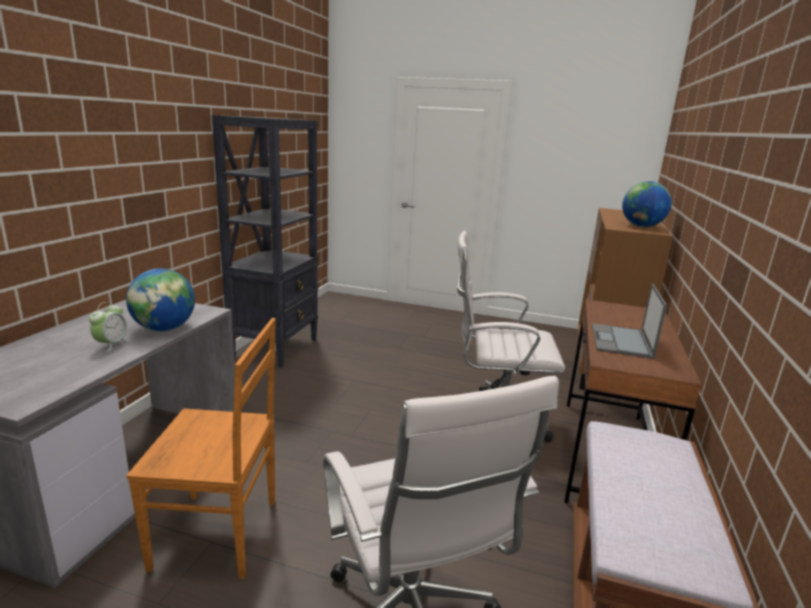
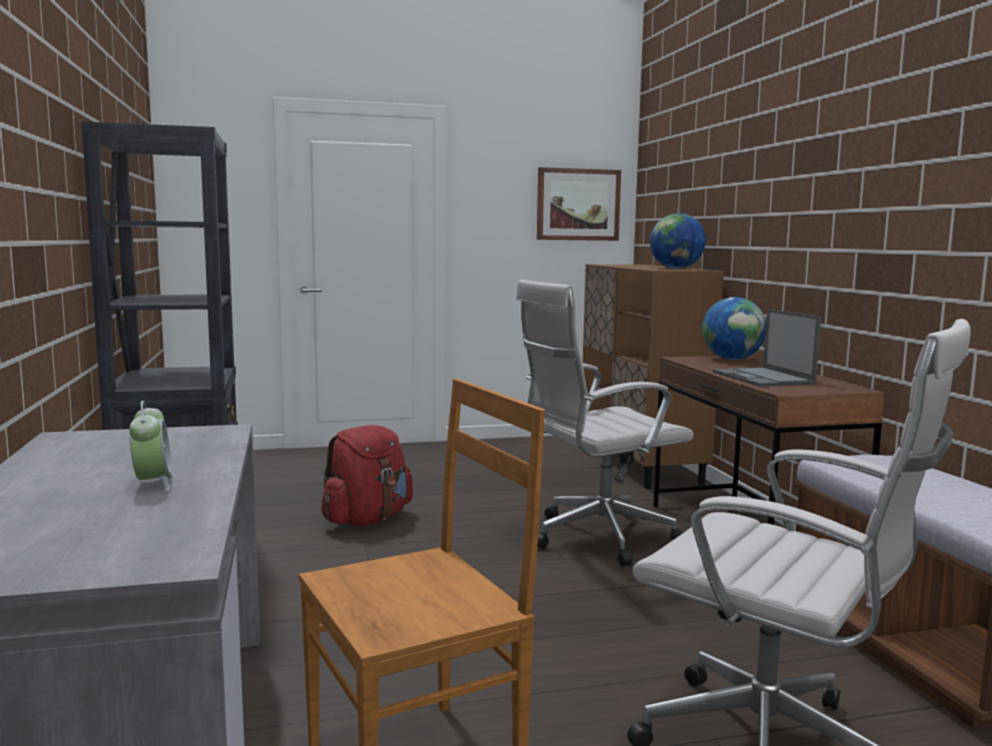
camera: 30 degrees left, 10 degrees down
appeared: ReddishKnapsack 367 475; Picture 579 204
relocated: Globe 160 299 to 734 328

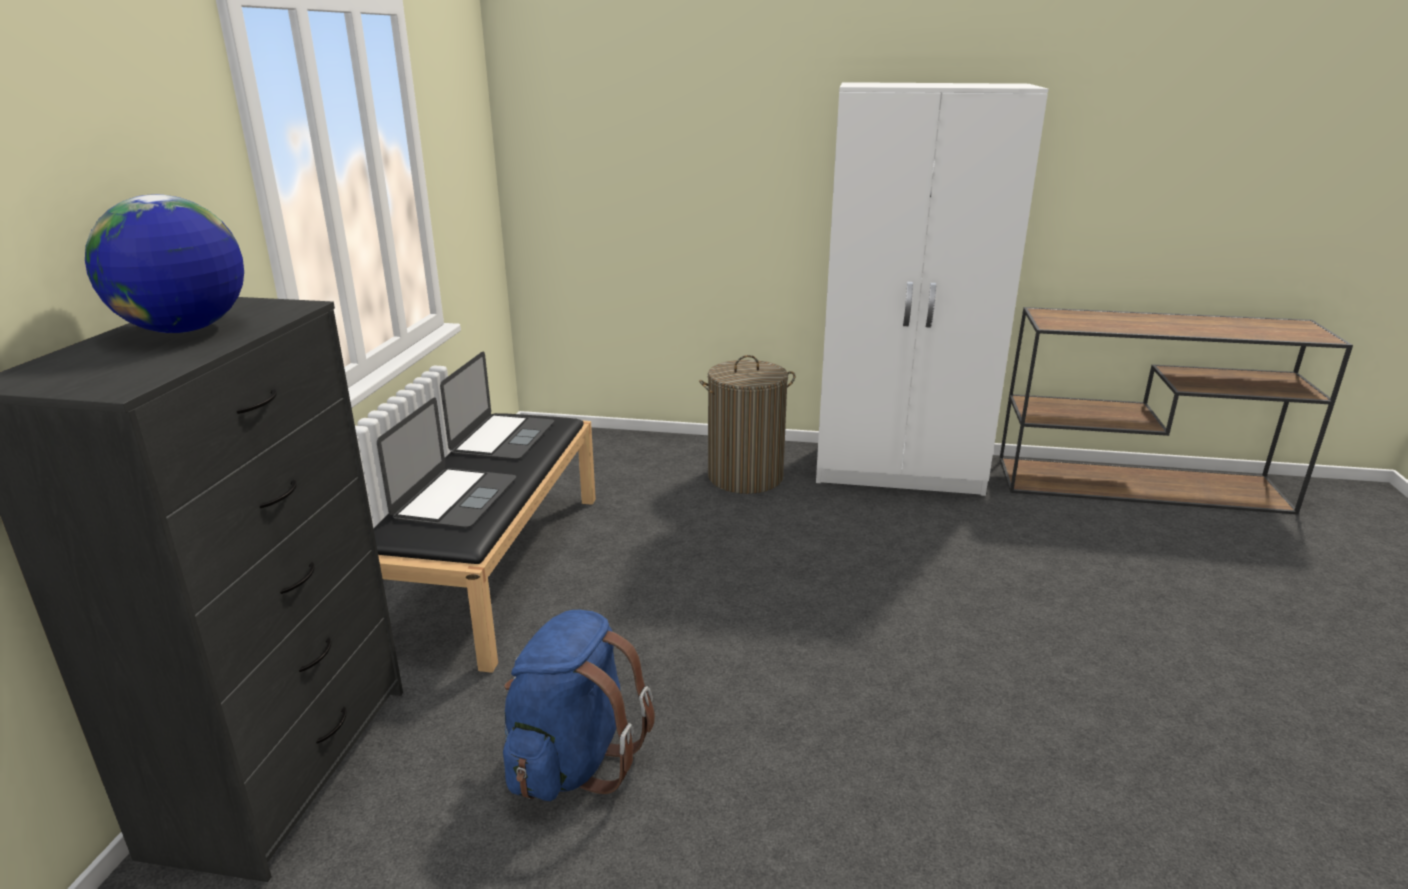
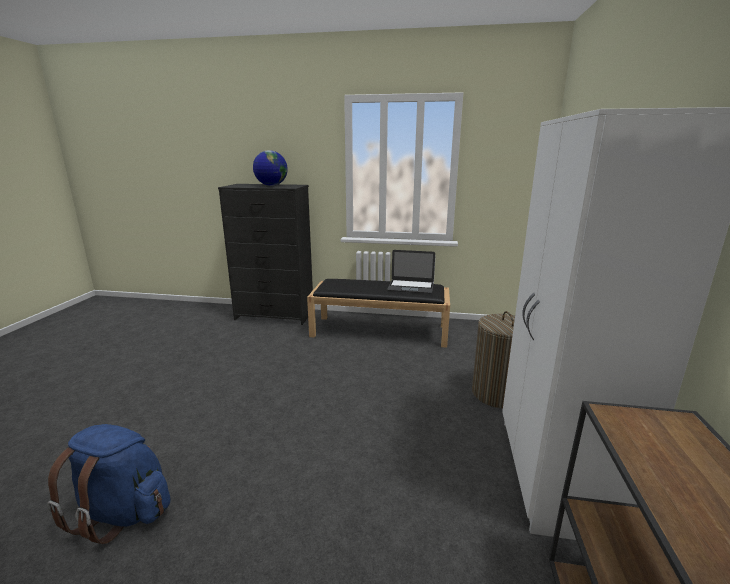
camera: 90 degrees right, 5 degrees down
missing: Laptop 446 463
relocated: BluishKnapsack 579 705 to 108 484

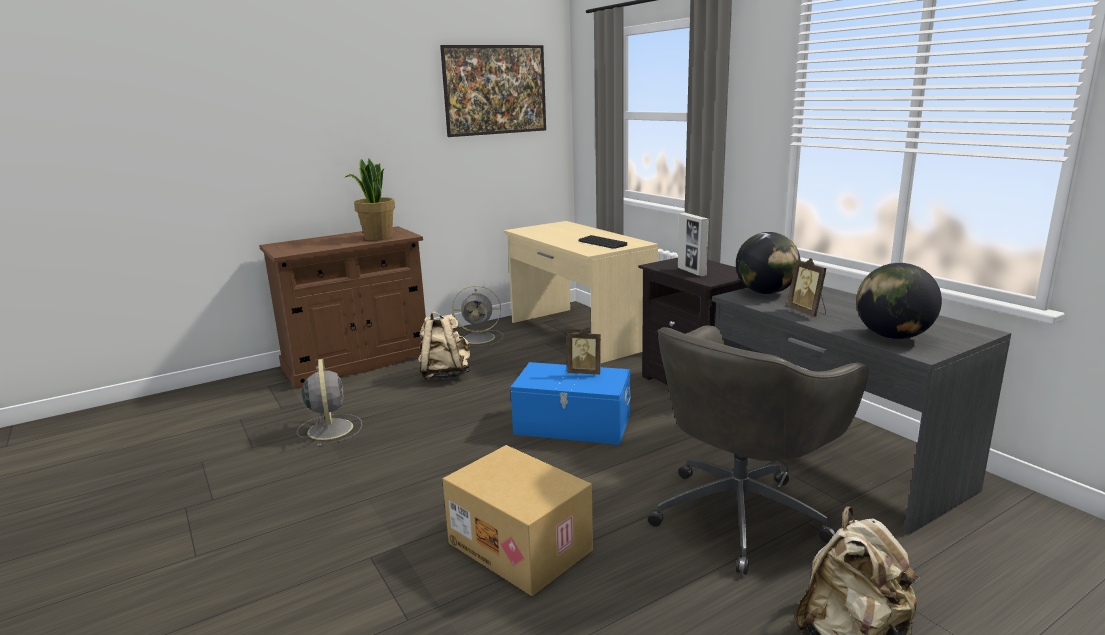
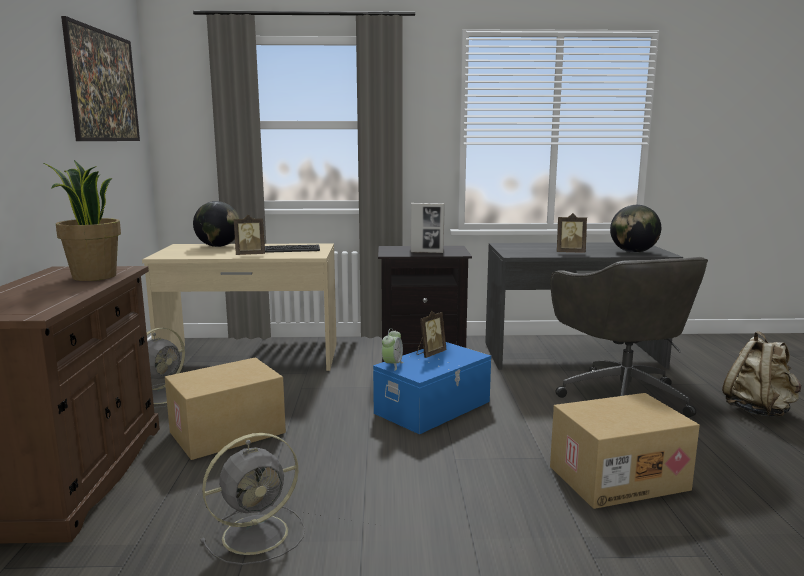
camera: 60 degrees left, 5 degrees down
appeared: StandingFrame 249 235; AlarmClock 392 349
relocated: Globe 768 263 to 216 224
exchanged: SandColouredKnapsack 444 345 to CardboardBox 225 408
spun: GrayCoolingFan 329 403 = 252 499 135 degrees clockwise

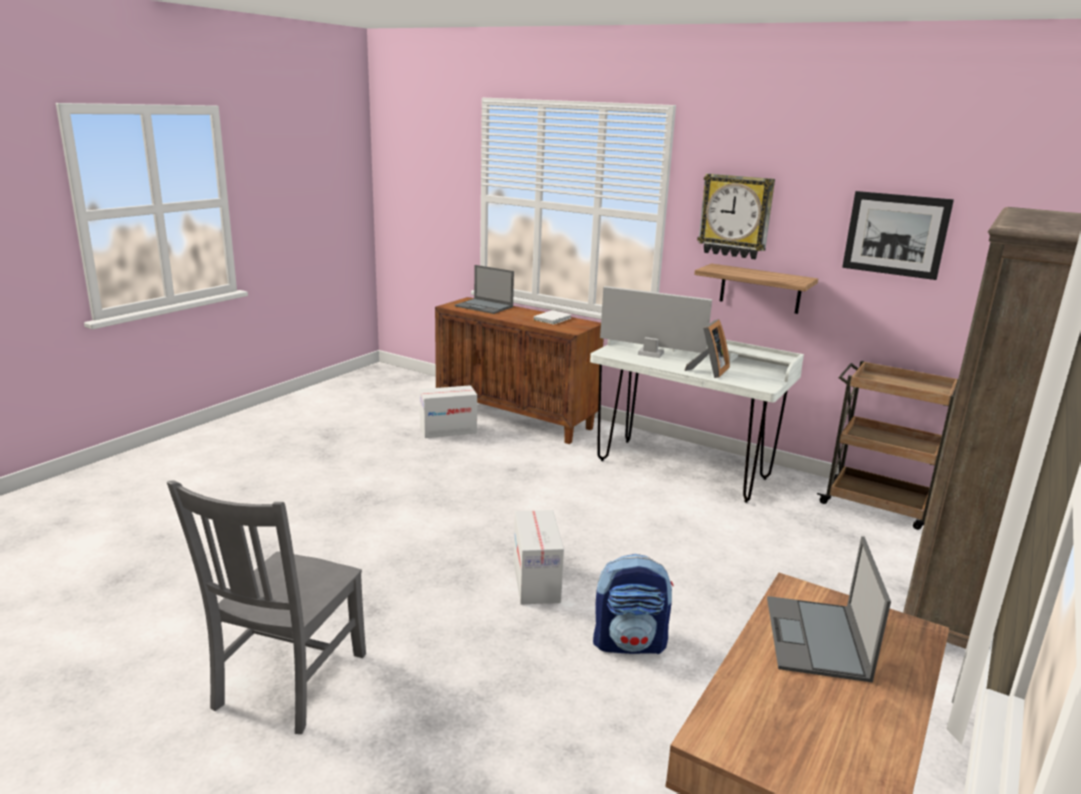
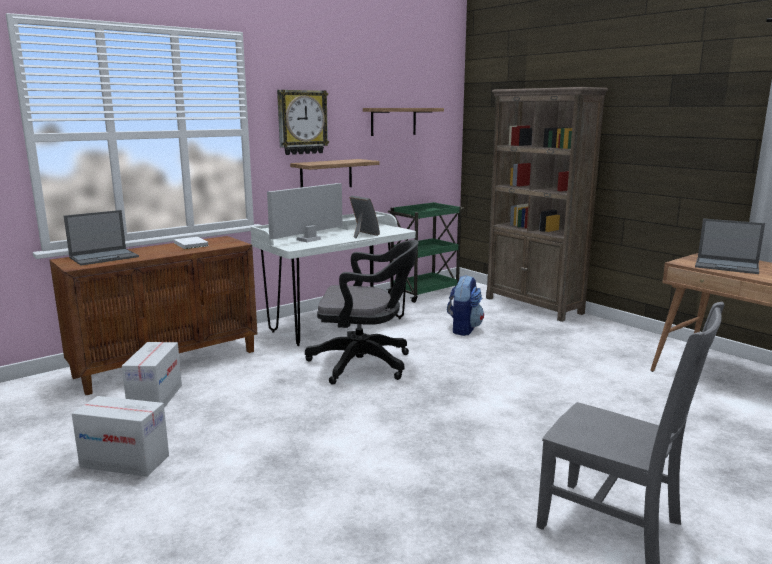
camera: 70 degrees left, 5 degrees down
appeared: BlackOfficeChair 362 312
relocated: CardboardBox 538 557 to 120 436; Knapsack 633 604 to 465 305
exchanged: Picture 898 235 to BracketShelf 403 122
colour: BrownishTrolley 887 445 to GreenishTrolley 425 252

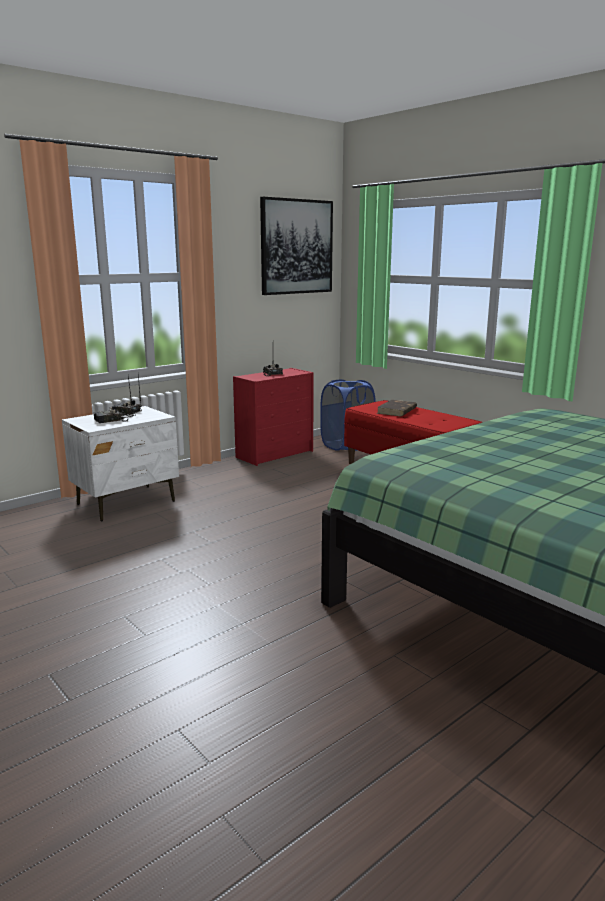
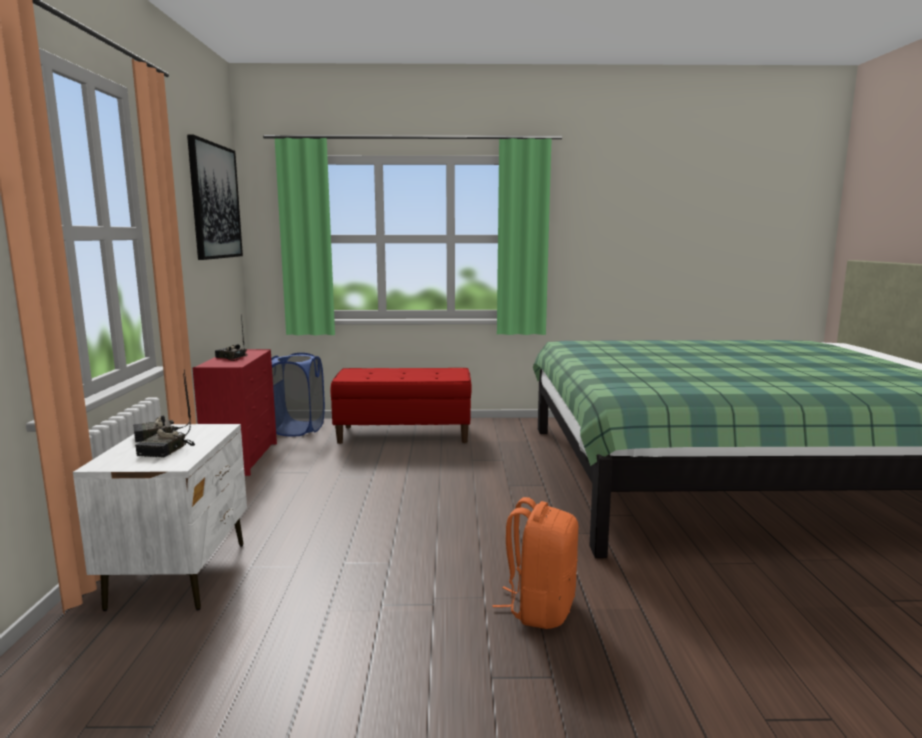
camera: 50 degrees left, 5 degrees down
missing: BrownishBoundBook 397 408
appeared: OrangeKnapsack 535 563

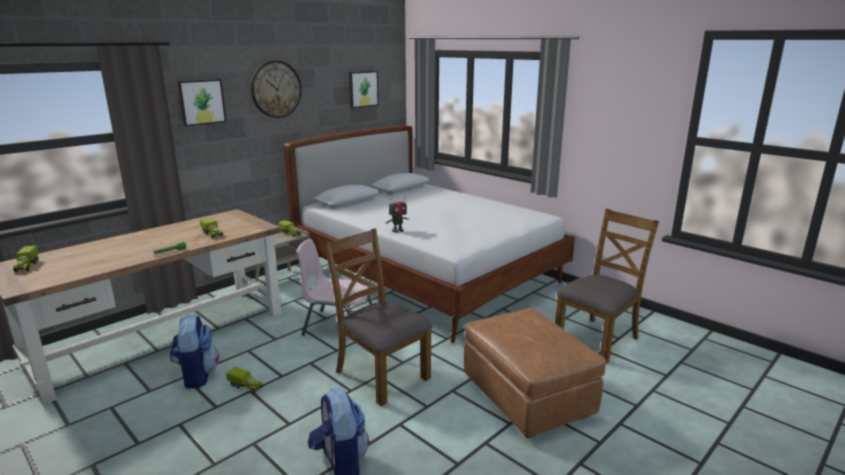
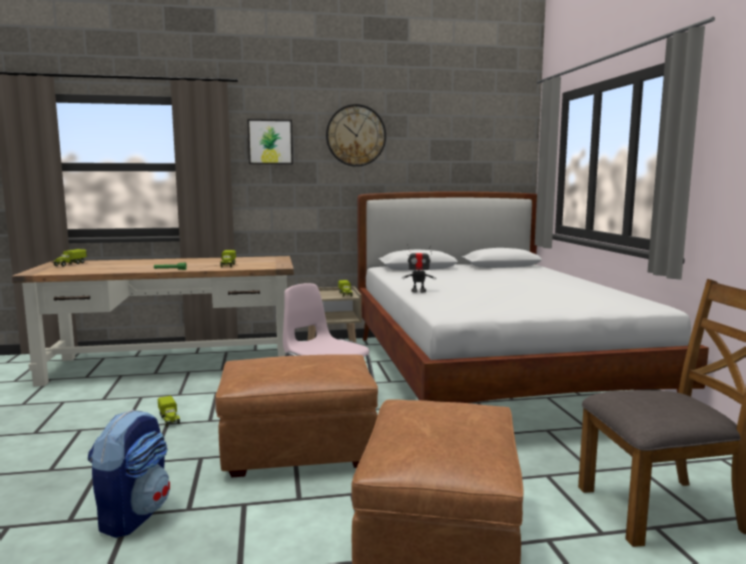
camera: 35 degrees right, 10 degrees down
missing: Knapsack 194 351; Picture 364 89
exchanged: BrownishChair 378 317 to BrownishPouffe 296 415

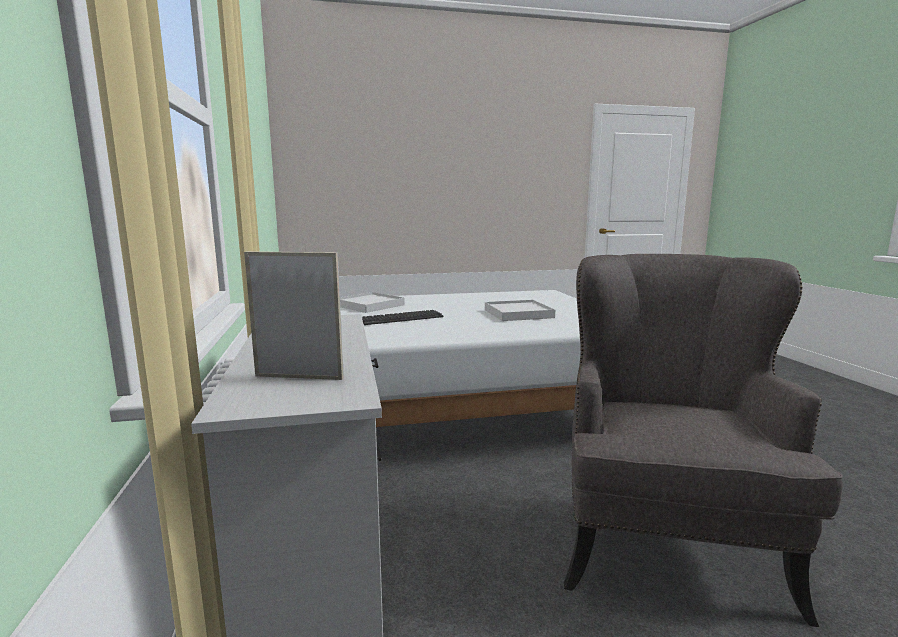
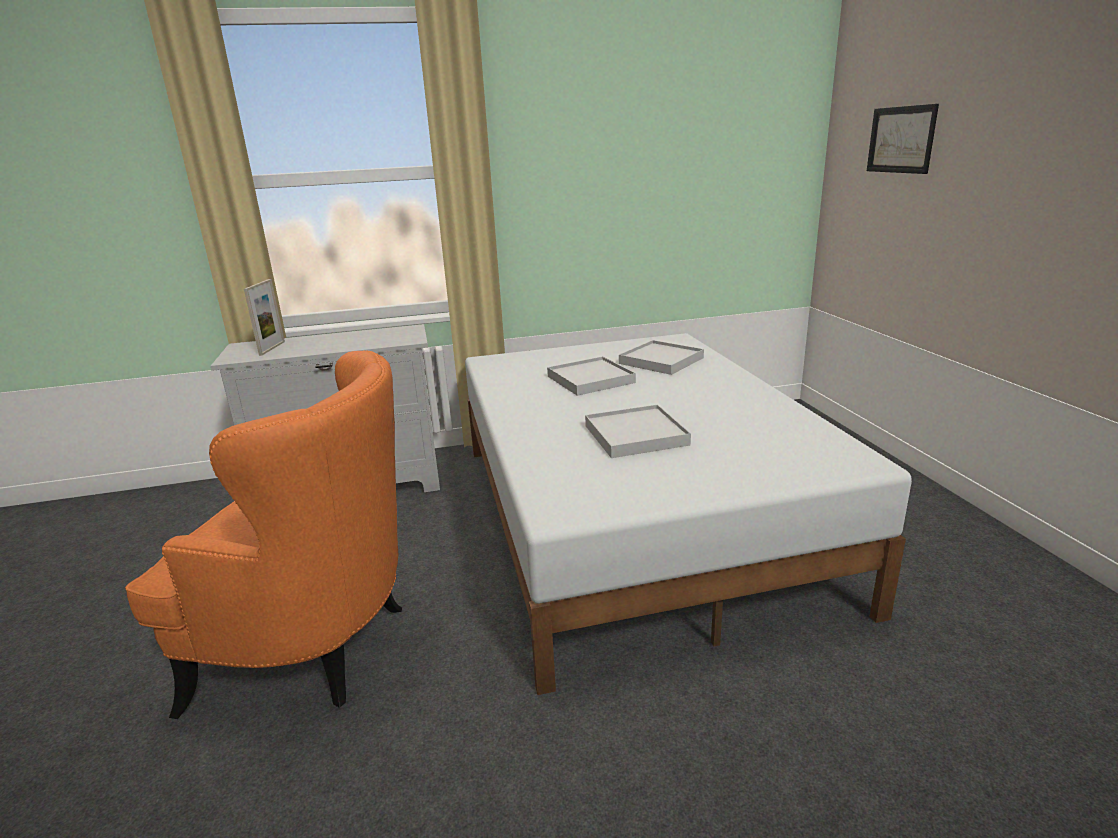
camera: 90 degrees right, 10 degrees up
appeared: Picture 903 139
exchanged: Keyboard 403 317 to WhiteColouredServingTray 591 376
colour: GrayEasyChair 703 440 to OrangeEasyChair 263 535

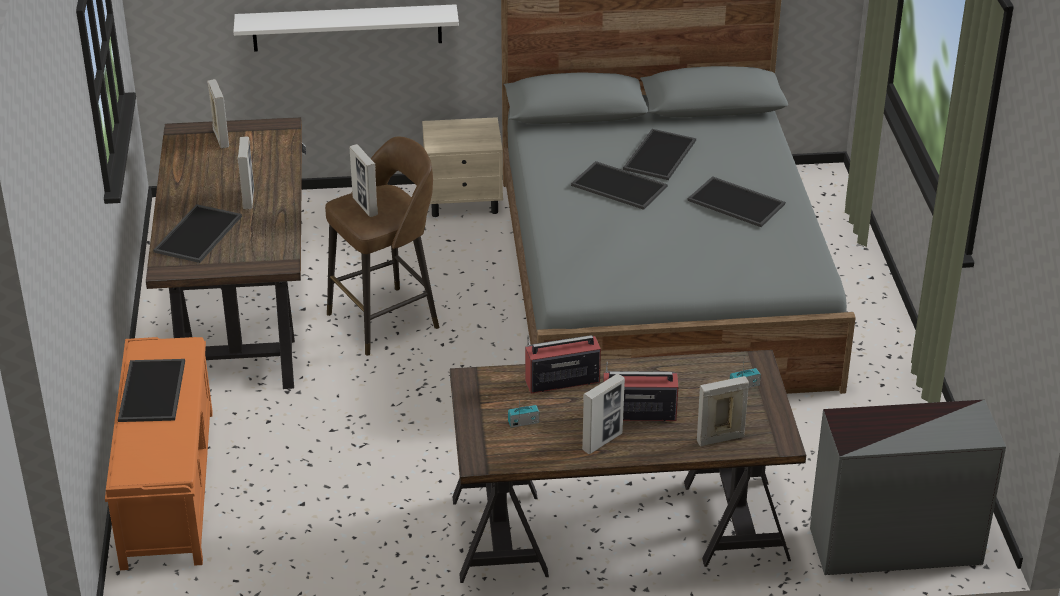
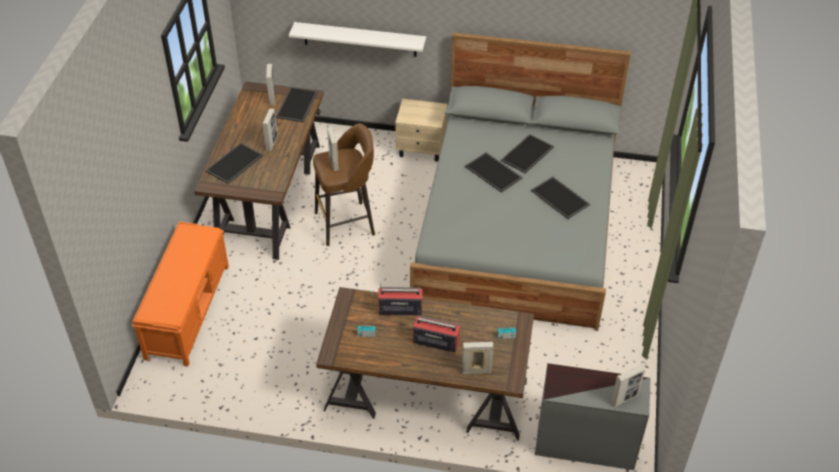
camera: 15 degrees right, 10 degrees up
relocated: ServingTray 151 390 to 297 104; StandingFrame 603 414 to 628 386

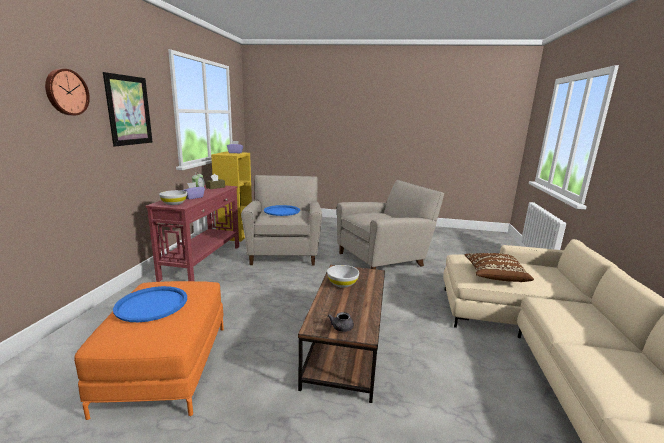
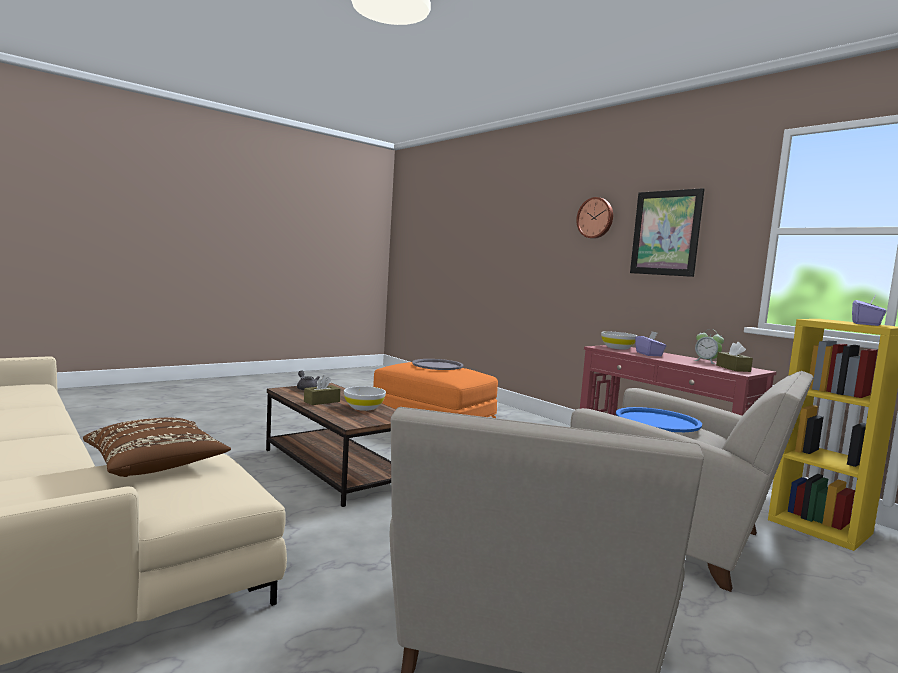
camera: 130 degrees right, 10 degrees down
appeared: BrownishTissueBox 322 390
colour: BluishServingTray 150 304 to GrayServingTray 437 364

